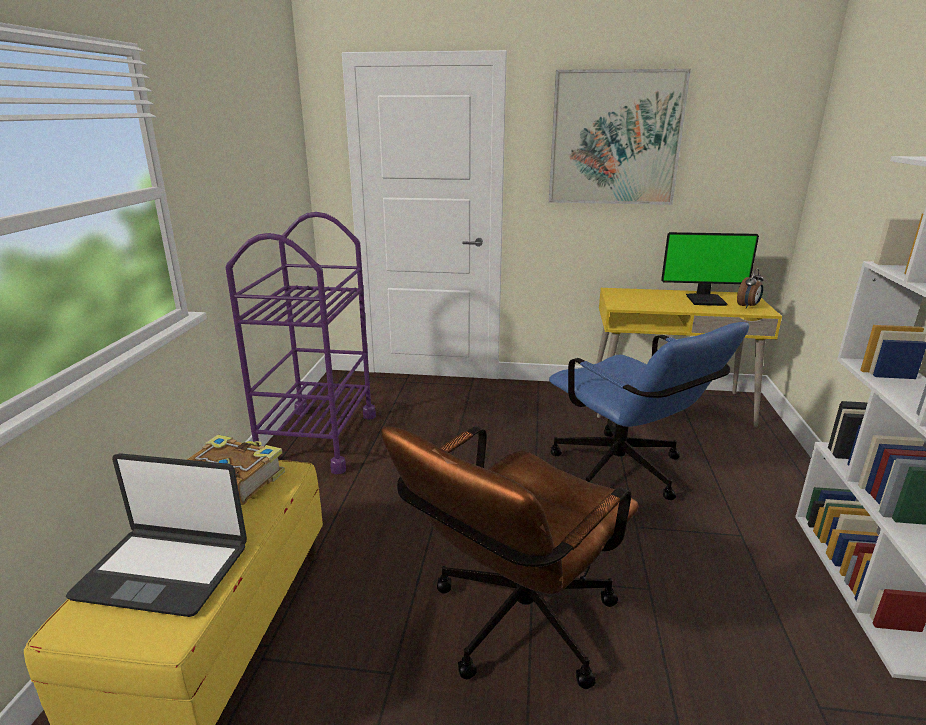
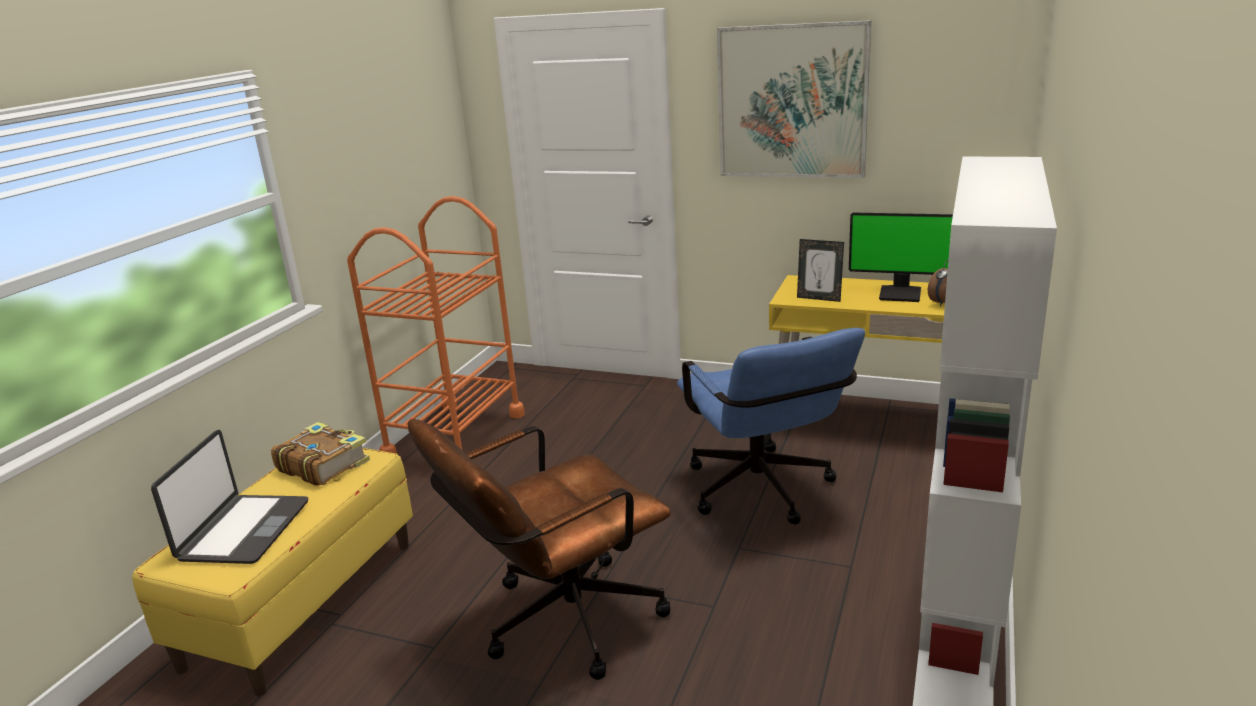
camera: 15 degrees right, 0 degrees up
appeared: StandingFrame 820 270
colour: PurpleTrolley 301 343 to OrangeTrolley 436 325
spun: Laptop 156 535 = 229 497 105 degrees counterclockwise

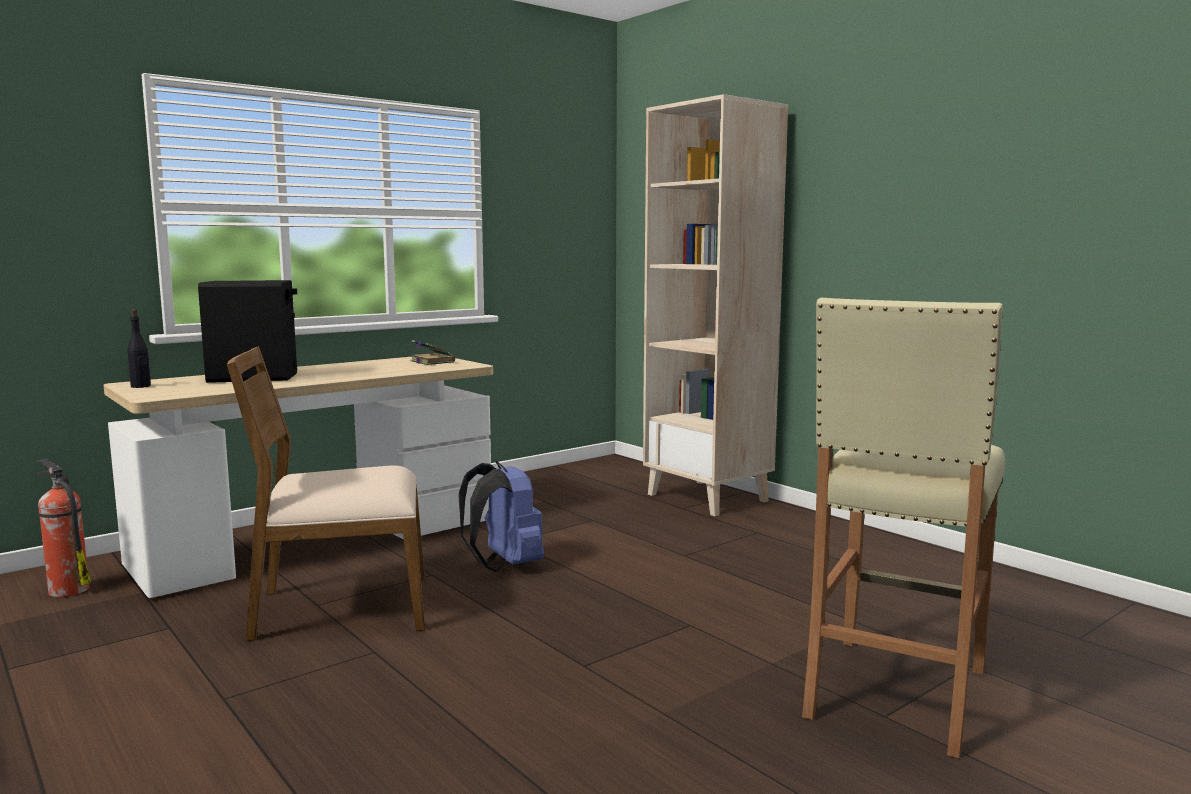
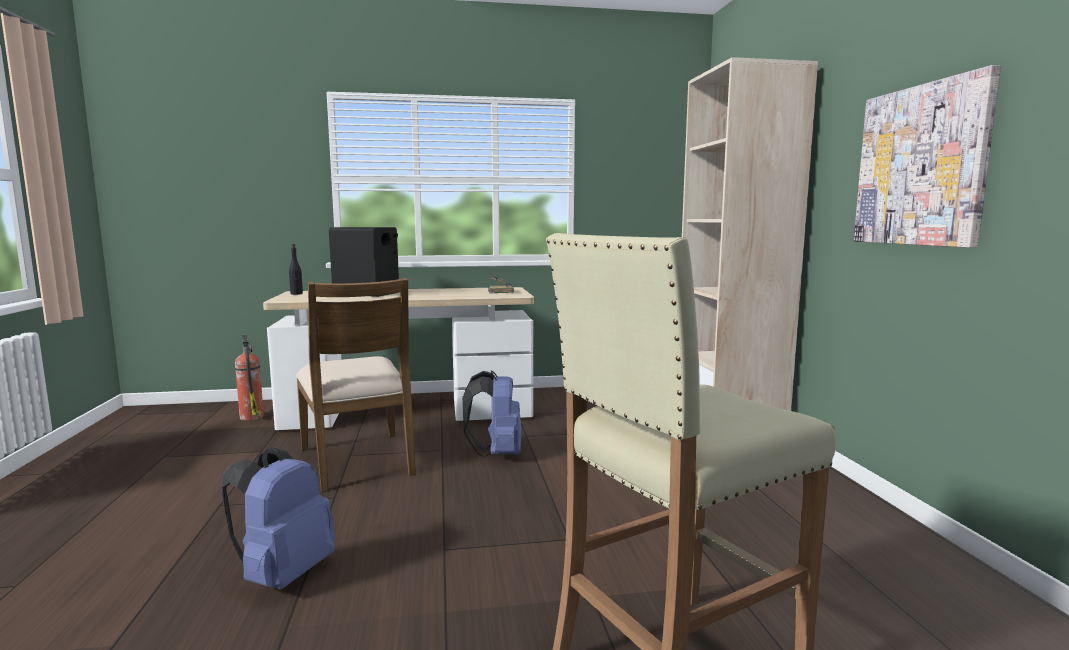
camera: 30 degrees right, 0 degrees up
appeared: BluishKnapsack 278 518; Picture 927 156
spun: BrownishChair 326 493 = 356 385 135 degrees counterclockwise

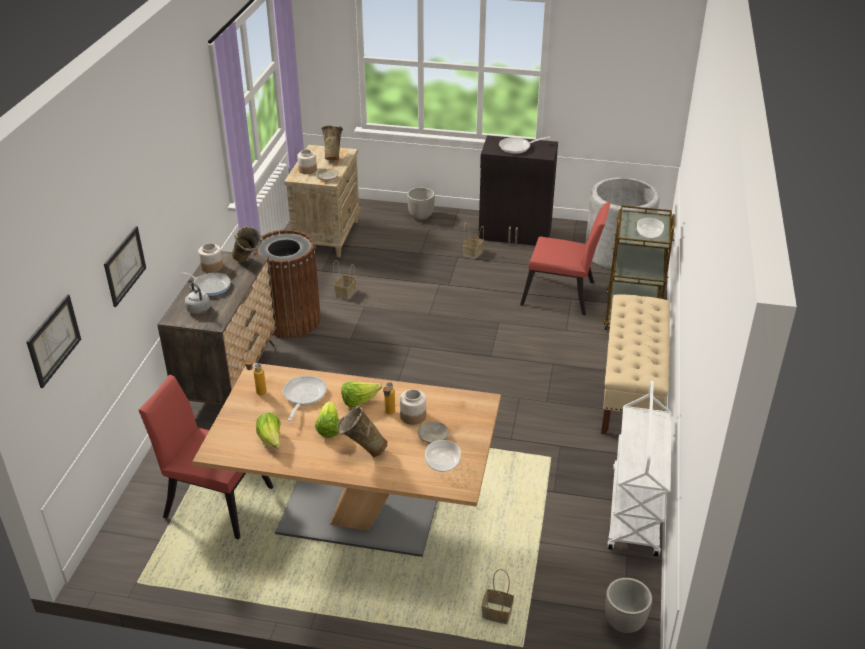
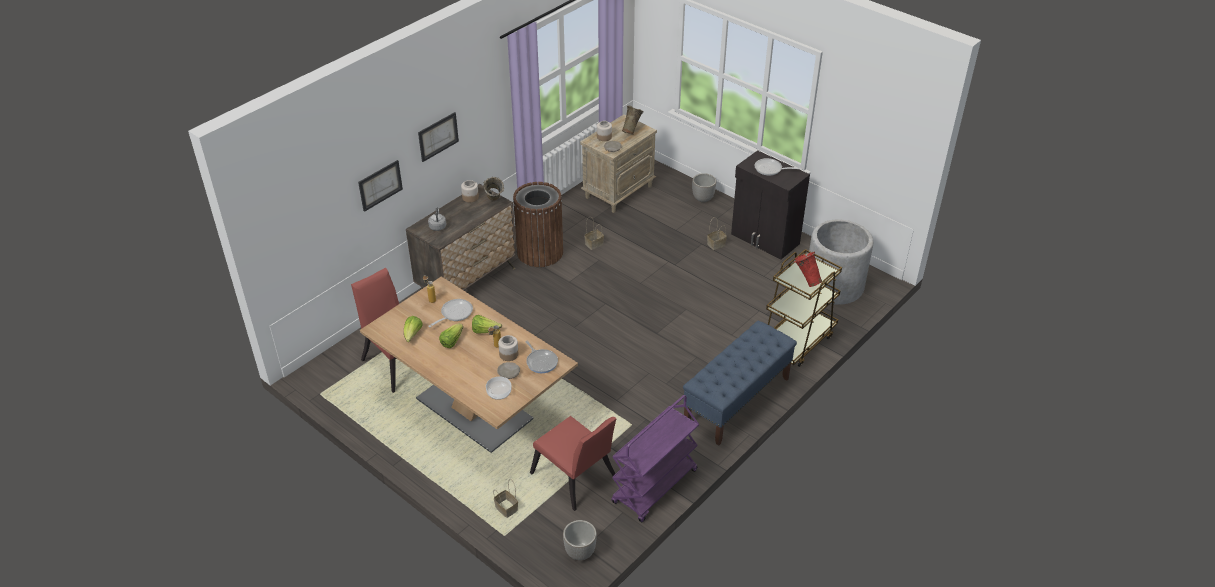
camera: 30 degrees right, 5 degrees up
missing: SandColouredVase 362 431
relocated: Picture 53 341 to 438 137; Skillet 206 284 to 541 357; ReddishChair 565 258 to 573 463
exchanged: ServingBowl 650 228 to ReddishVase 807 269
colour: SandColouredBench 635 364 to BluishBench 740 383; WhiteColouredTrolley 639 468 to PurpleTrolley 655 458

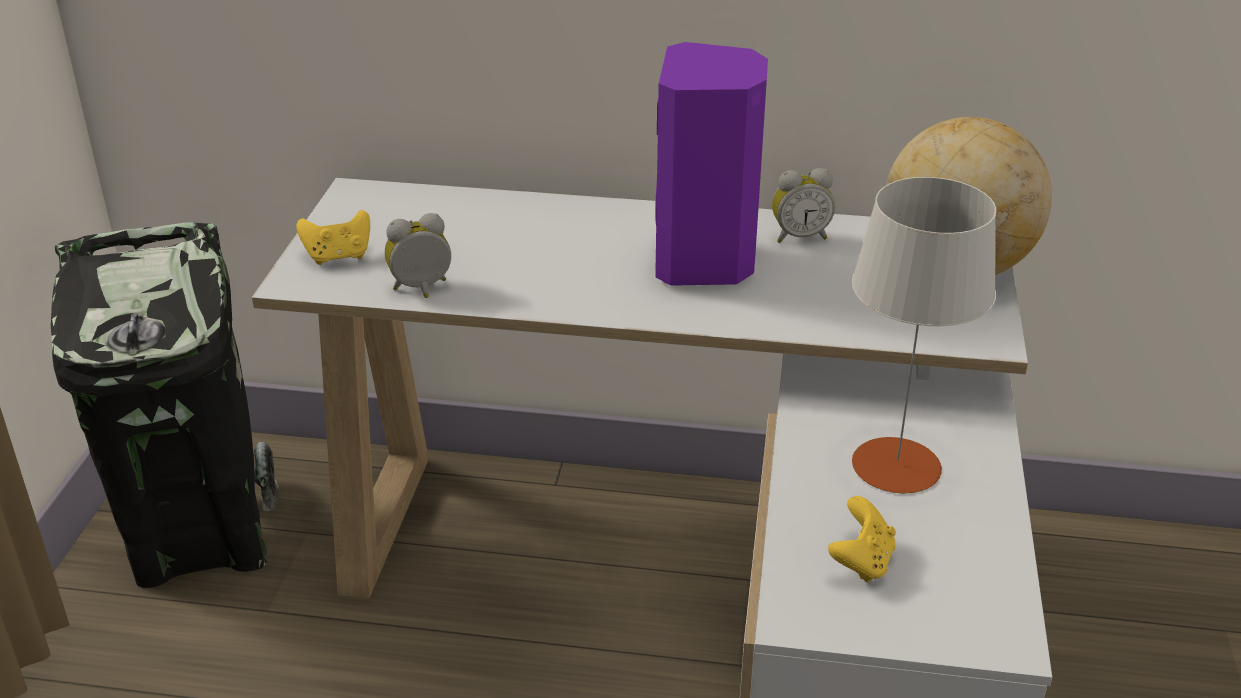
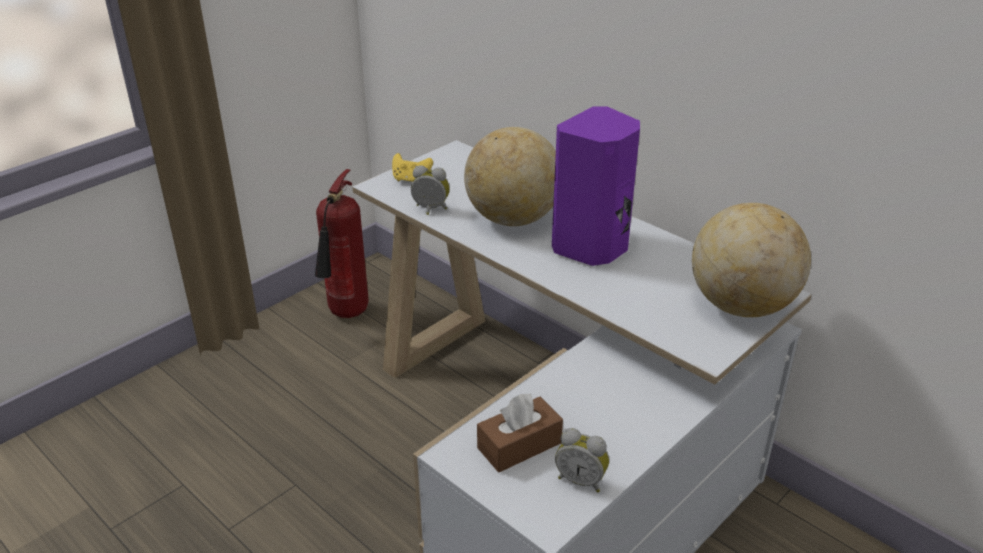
camera: 35 degrees right, 0 degrees up
missing: GrayLampForATable 924 335
appeared: Globe 510 176
relocated: AlarmClock 803 205 to 582 460
exchanged: BlackWasteBin 165 405 to FireFightingCylinder 342 243; YellowishGamepad 862 539 to BrownishTissueBox 520 433

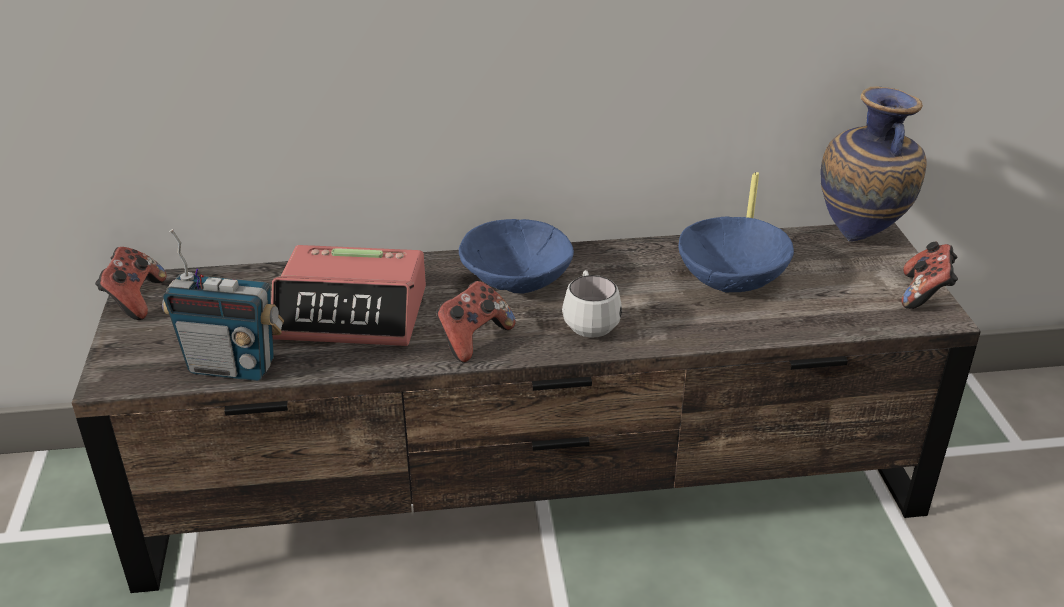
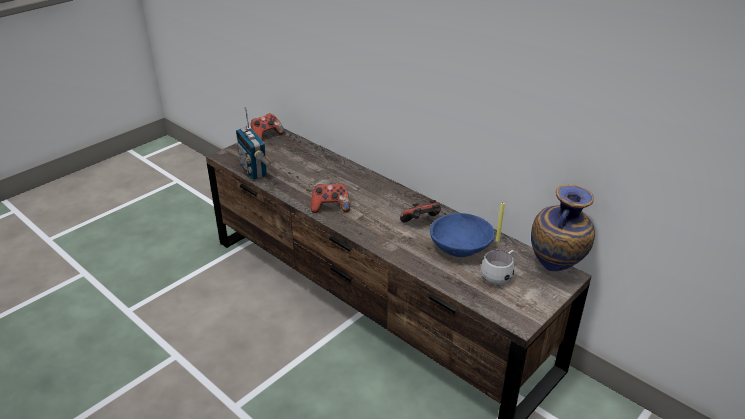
camera: 50 degrees right, 0 degrees up
missing: AlarmClock 348 295; BluishServingBowl 516 256
relocated: WhiteColouredMug 592 304 to 498 267; Gamepad 929 275 to 420 211

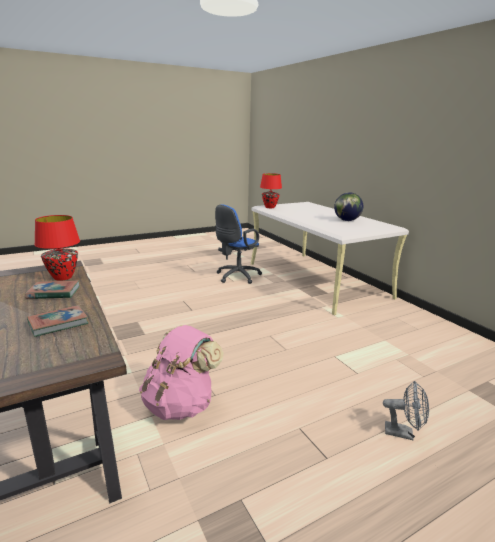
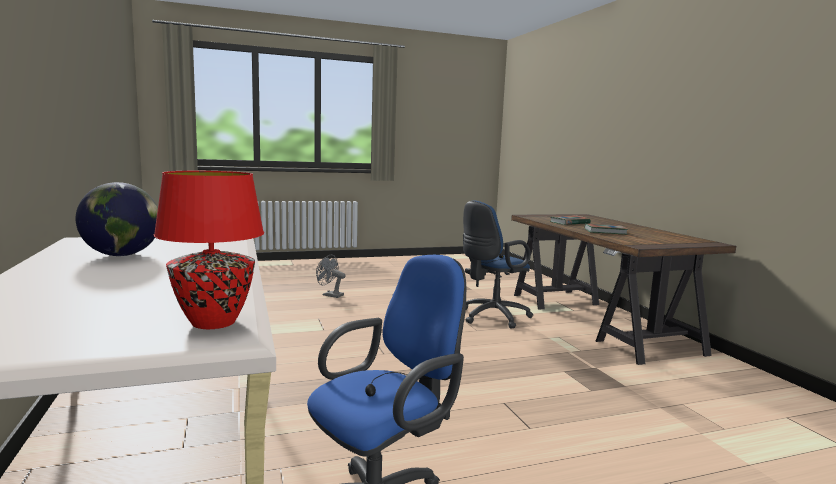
camera: 170 degrees left, 10 degrees down
missing: ReddishLampForATable 57 248
exchanged: PinkColouredKnapsack 181 372 to BluishOfficeChair 498 264

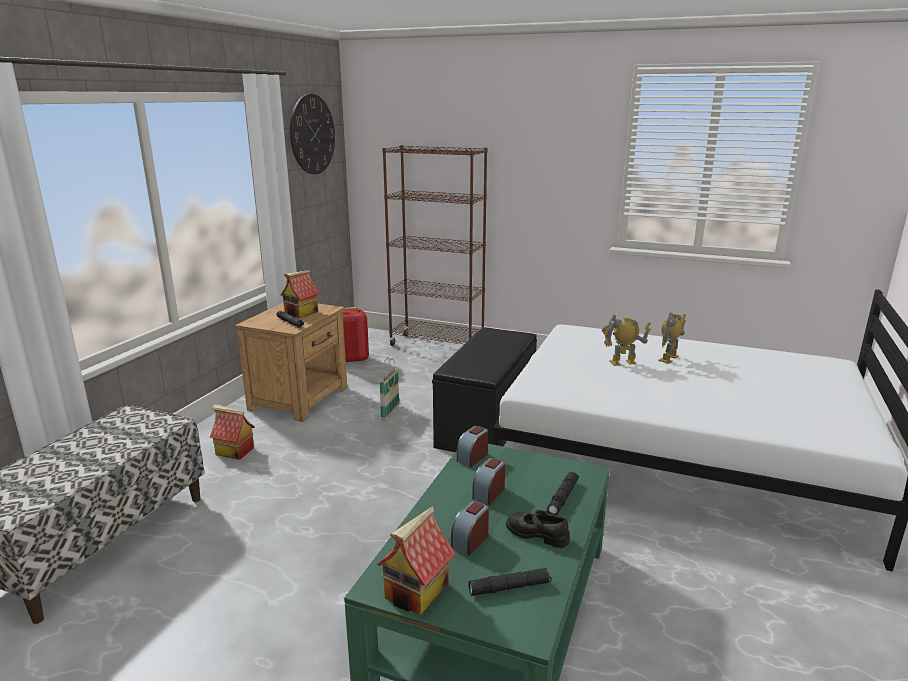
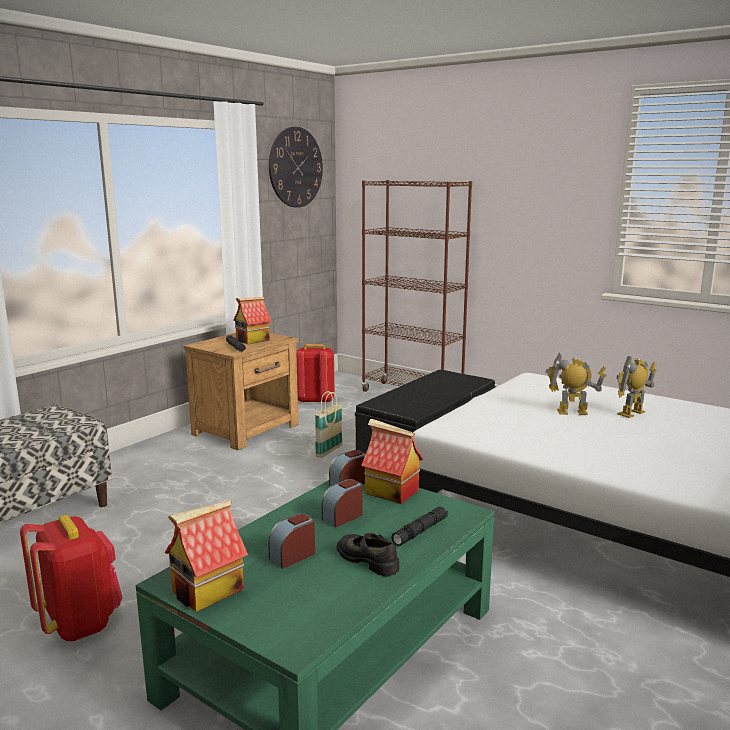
camera: 15 degrees right, 5 degrees down
missing: BlackFlashlight 510 582
appeared: ReddishKnapsack 71 578
relocated: ToyHouse 232 432 to 392 461

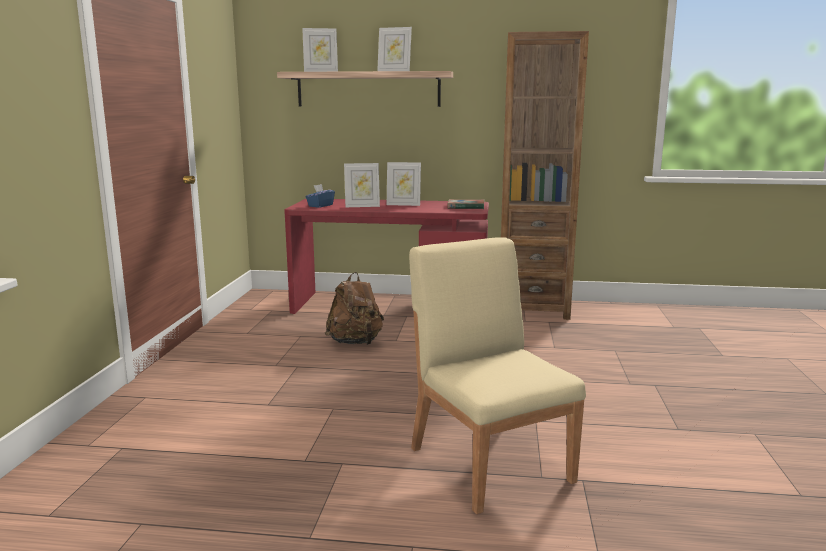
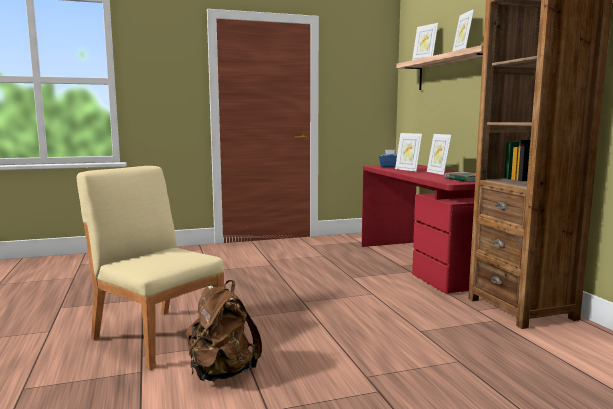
camera: 65 degrees right, 5 degrees down
relocated: BrownishKnapsack 354 308 to 224 330
spun: SandColouredChair 497 375 = 151 268 90 degrees counterclockwise

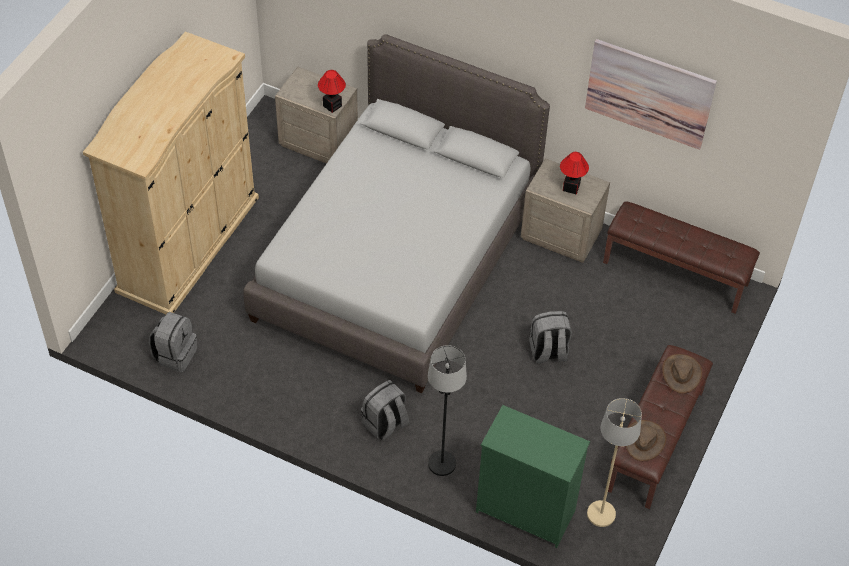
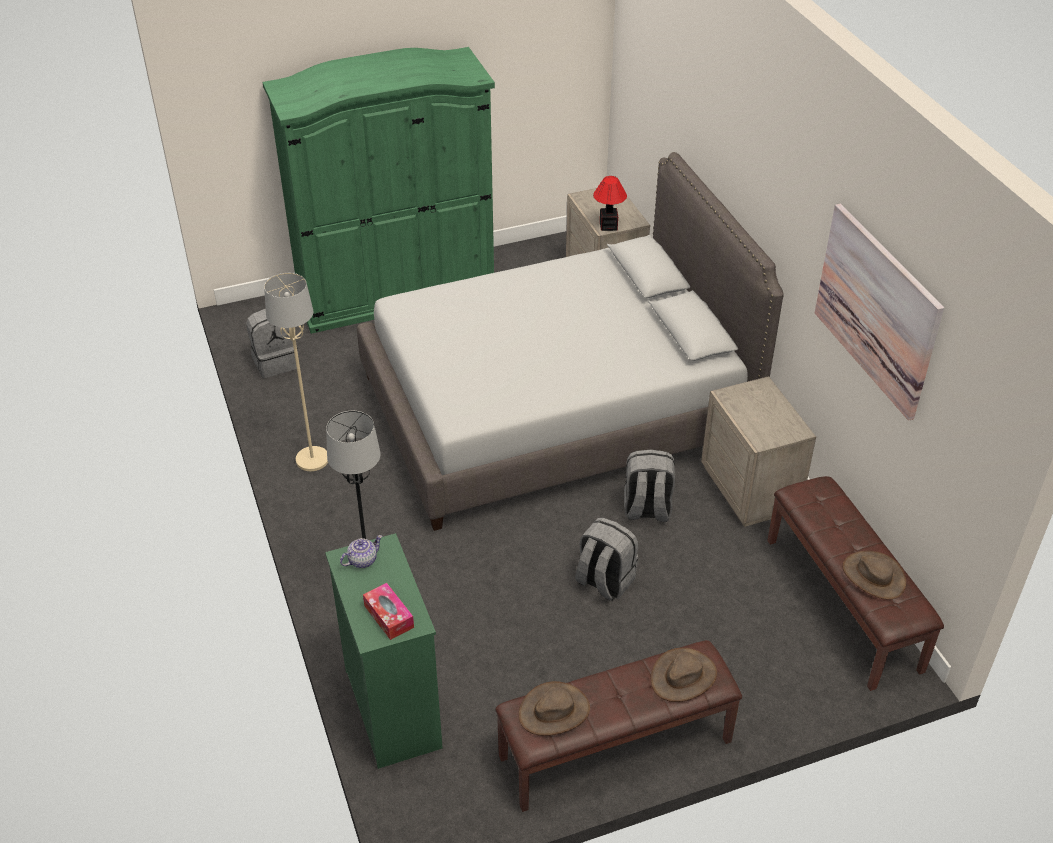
camera: 45 degrees right, 10 degrees down
missing: LampForATable 574 173
appeared: Teapot 361 551; TissueBox 388 611; BrownishHat 874 575
relocated: GrayKnapsack 385 410 to 649 485; SandColouredFloorLamp 614 462 to 296 372
colour: SandColouredWardrobe 171 173 to GreenishWardrobe 378 190

